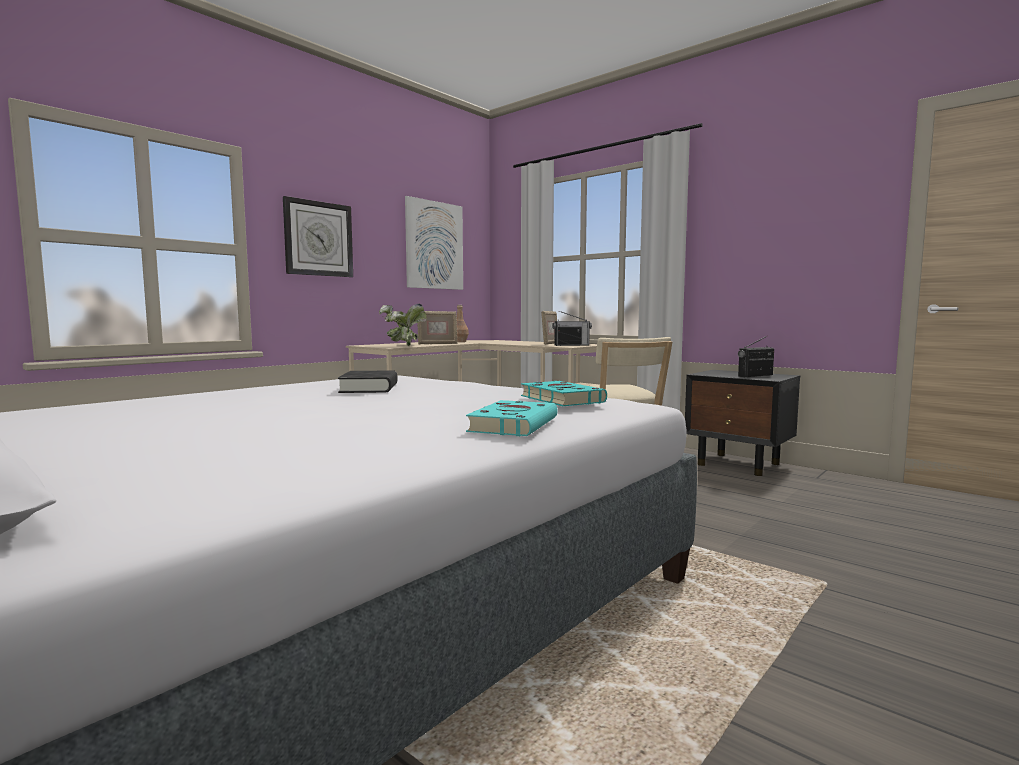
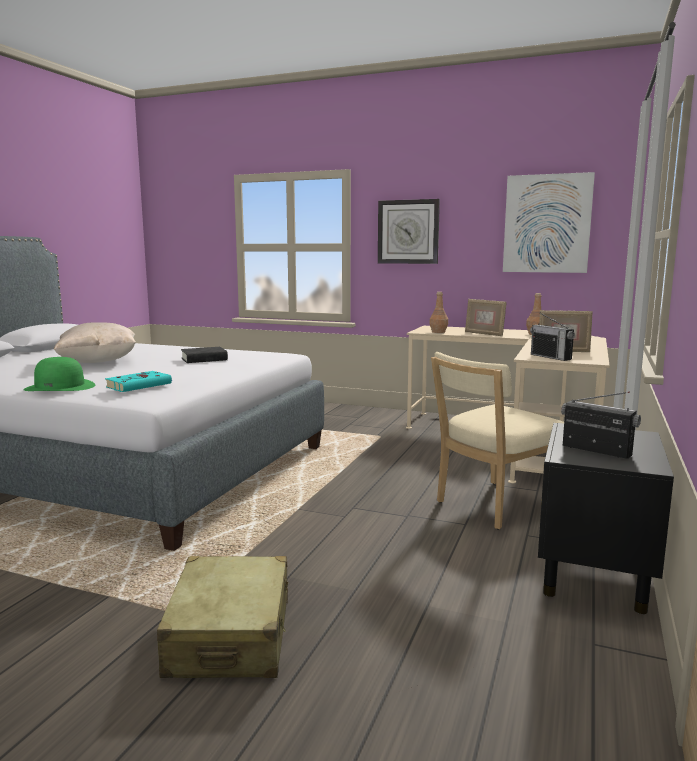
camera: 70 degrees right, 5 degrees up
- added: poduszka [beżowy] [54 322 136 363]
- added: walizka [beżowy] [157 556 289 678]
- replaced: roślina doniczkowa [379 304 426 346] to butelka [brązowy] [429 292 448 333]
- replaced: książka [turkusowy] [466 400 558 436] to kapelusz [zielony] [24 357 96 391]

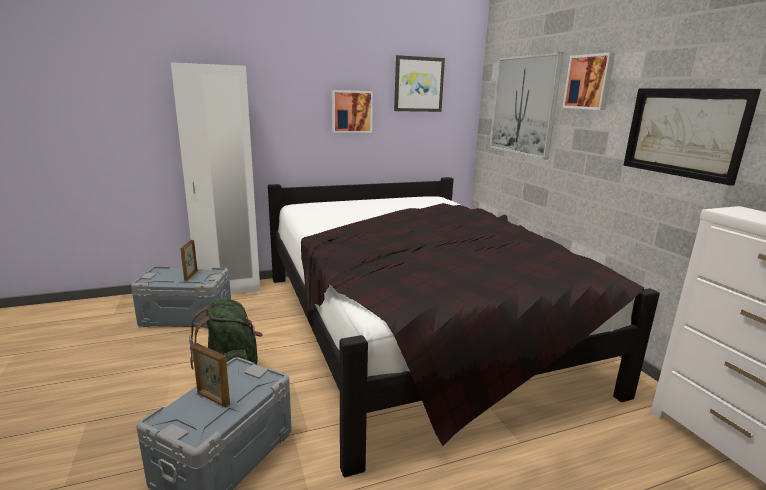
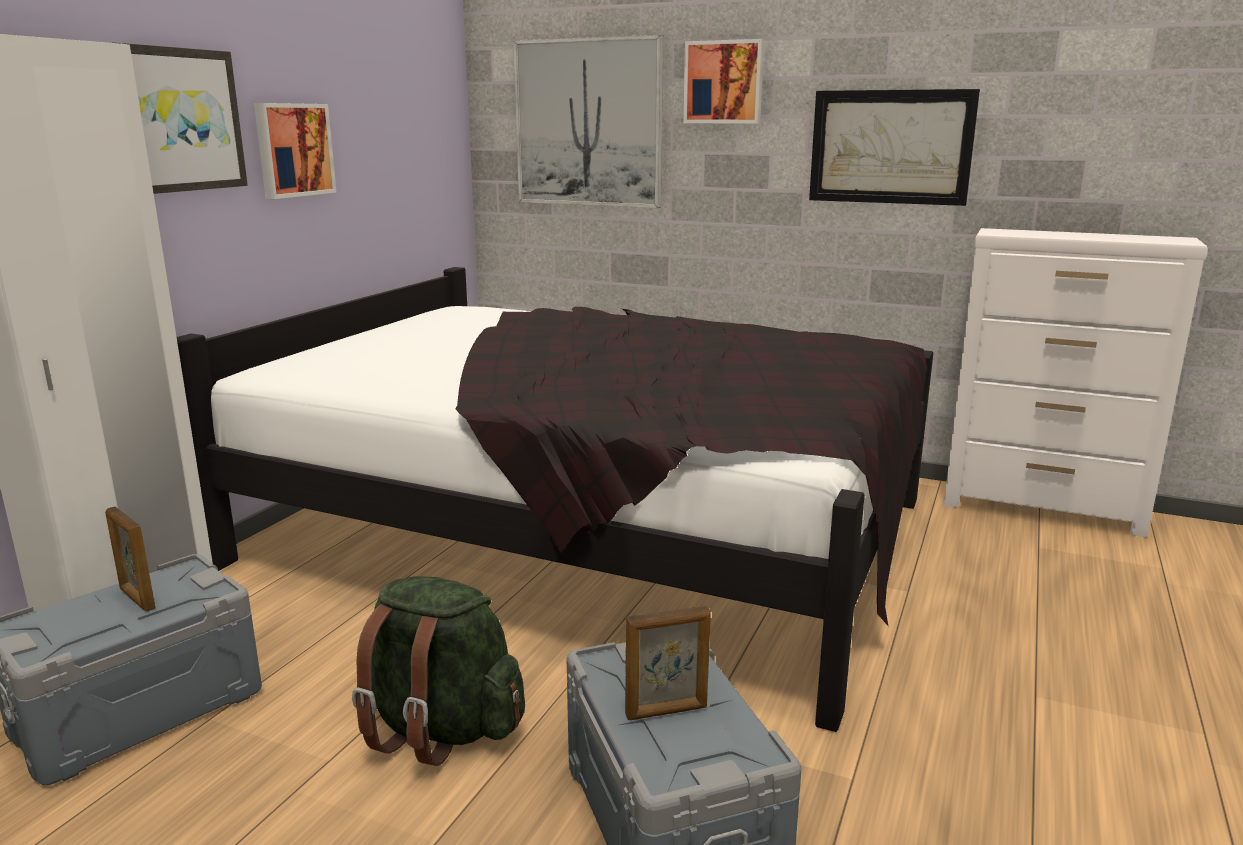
camera: 45 degrees left, 0 degrees up
- moved: obraz [394 55 445 112] to [113 42 248 194]

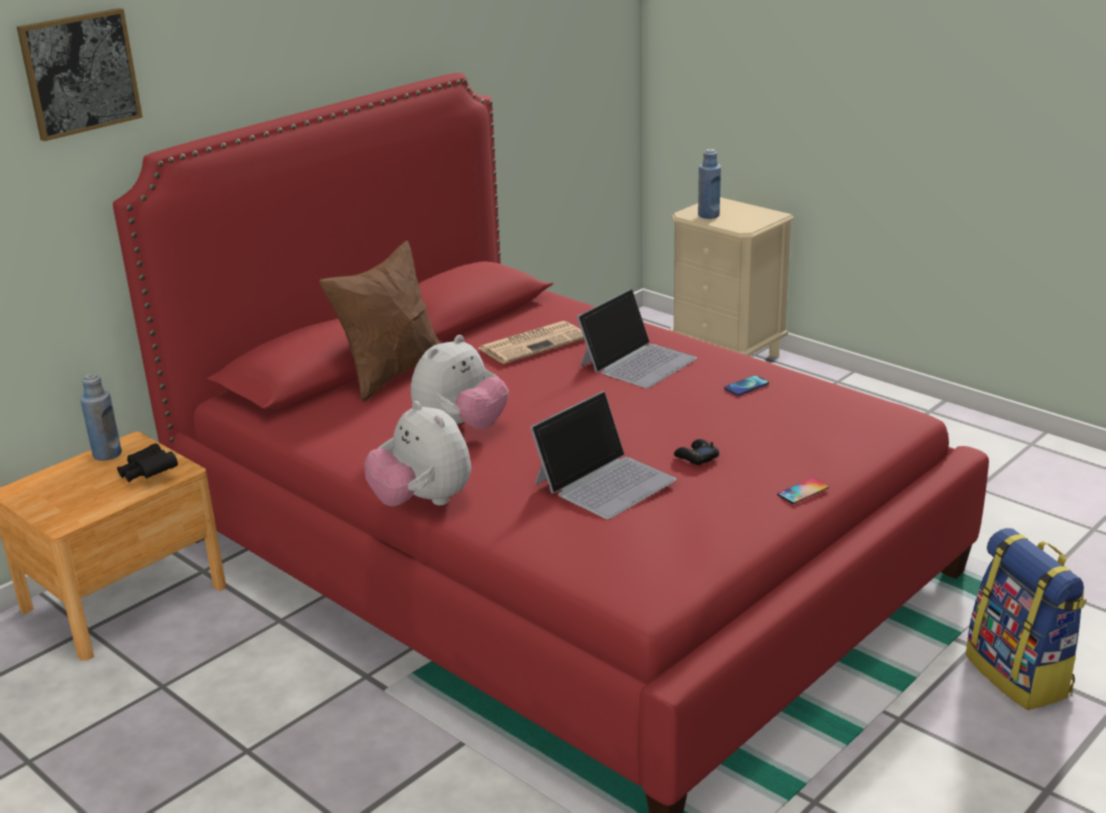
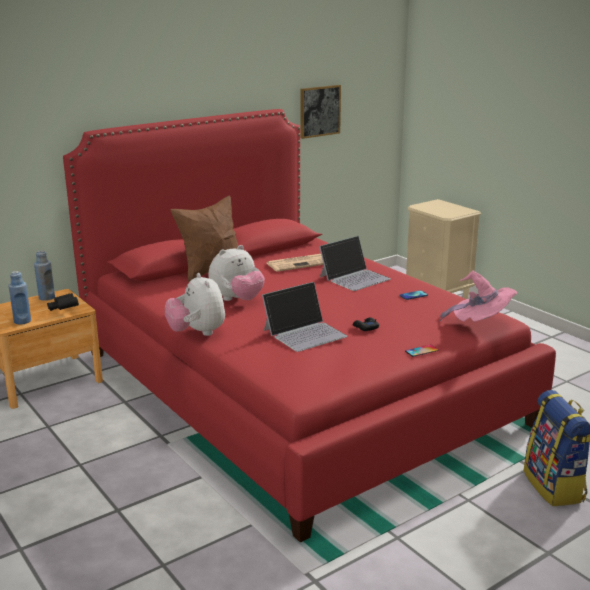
camera: 10 degrees right, 5 degrees down
- added: kapelusz [różowy] [440 270 518 322]
- moved: obraz [17 8 143 141] to [300 85 341 139]
- moved: butelka [niebieski] [698 149 721 219] to [8 271 31 325]

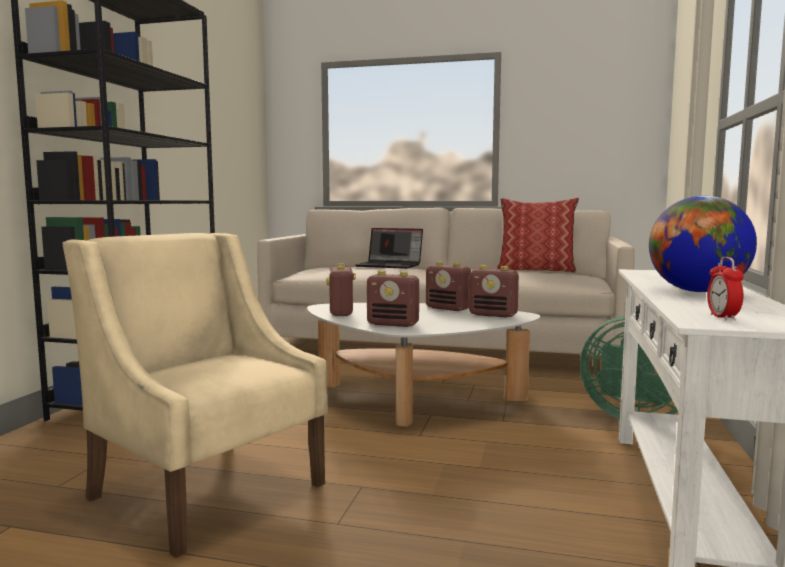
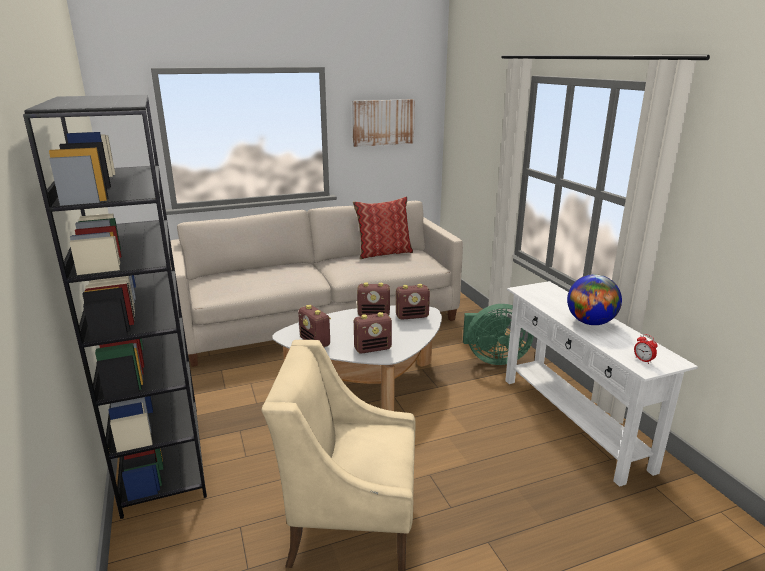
camera: 35 degrees left, 15 degrees up
- removed: laptop [355 228 423 269]
- added: obraz [352 99 415 147]

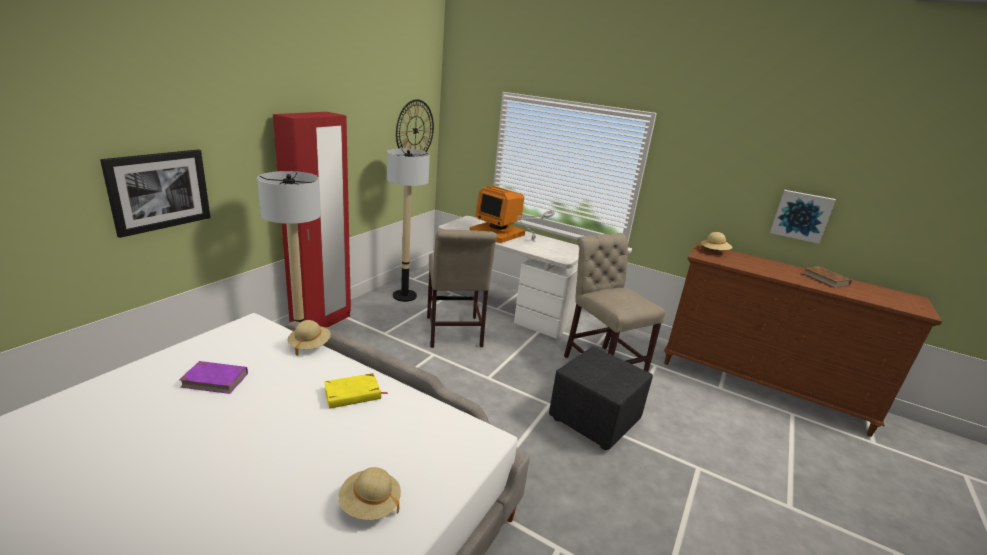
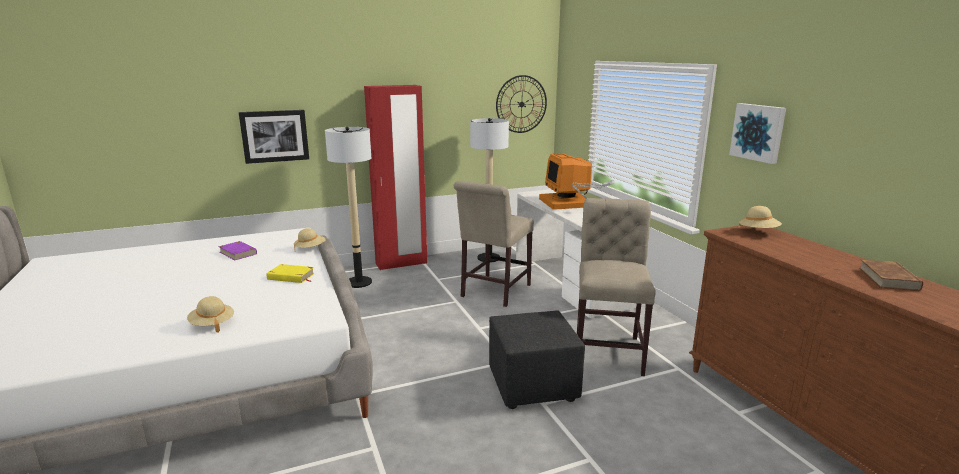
camera: 40 degrees right, 5 degrees down
- moved: obraz [770 190 836 244] to [729 103 786 164]

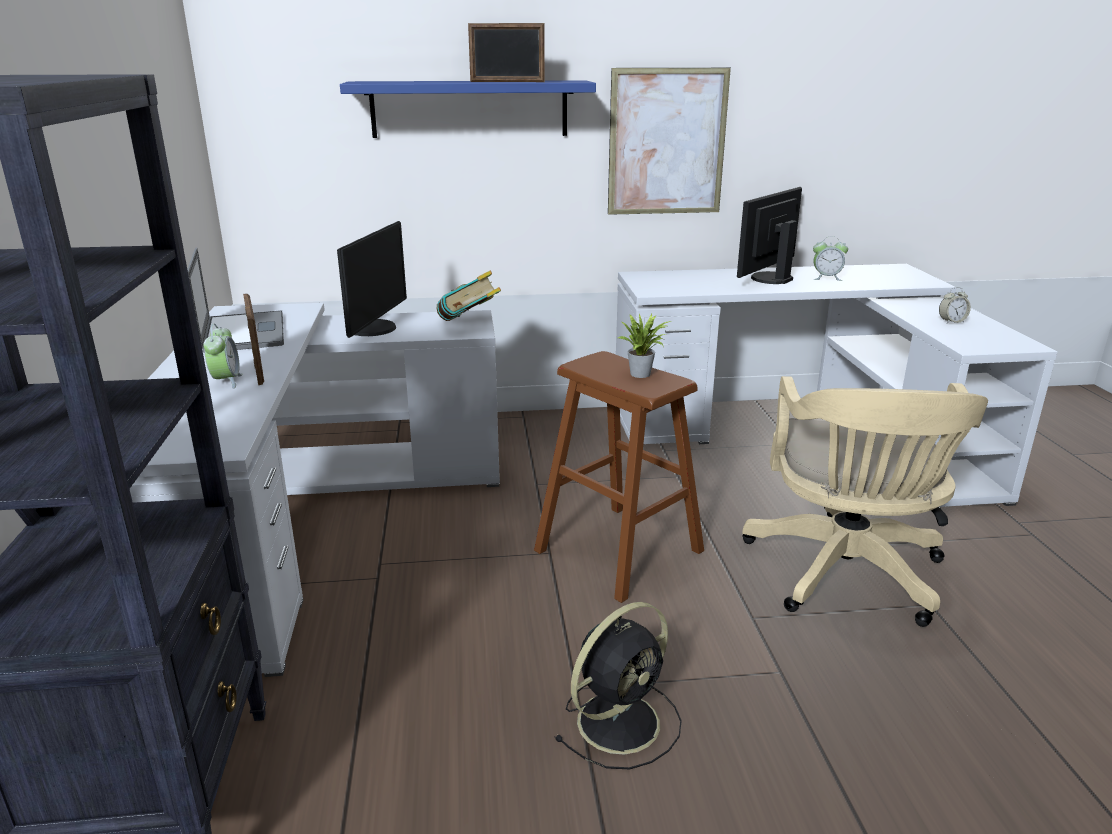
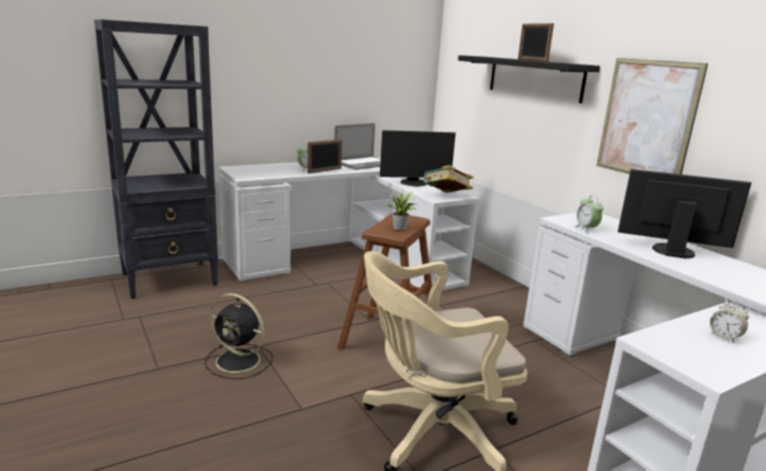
camera: 65 degrees right, 5 degrees down
- moved: budzik [813 236 848 281] to [574 195 604 234]
- recoloured: półka [niebieski] [340 80 596 138] to półka [czarny] [458 55 600 103]

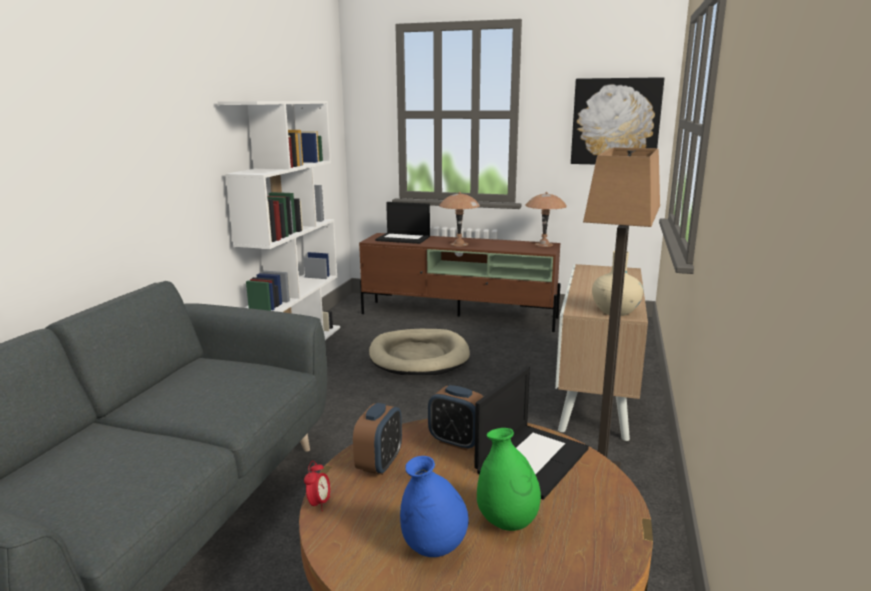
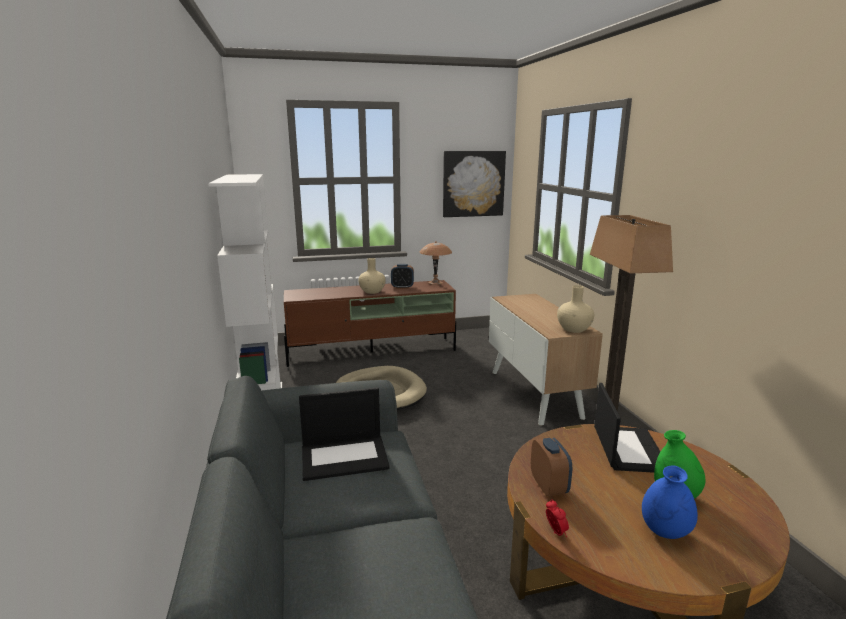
camera: 30 degrees left, 0 degrees up
- moved: laptop [375 202 430 244] to [299 387 390 481]
- moved: budzik [428 385 483 451] to [391 264 414 289]
- replaced: lampa stołowa [brązowy] [439 192 480 247] to wazon [beżowy] [358 258 386 294]

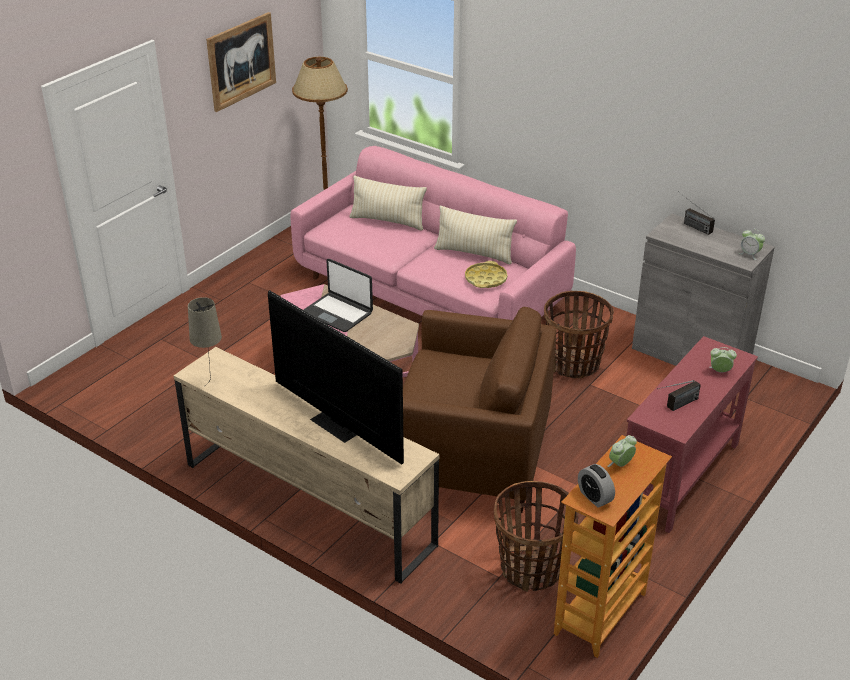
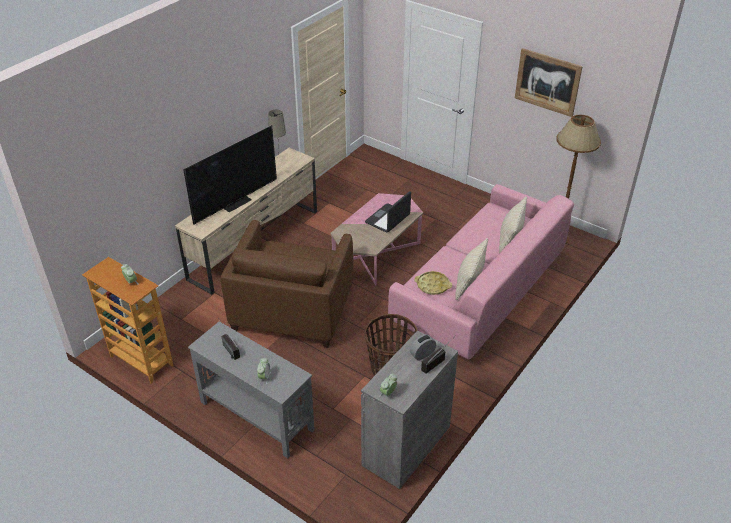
camera: 90 degrees right, 5 degrees up
- removed: koszyk [494 481 578 592]
- moved: budzik [578 464 615 508] to [410 334 436 361]
- recoloured: stolik konsolowy [czerwony] [627 336 758 533] to stolik konsolowy [szary] [188 321 315 458]

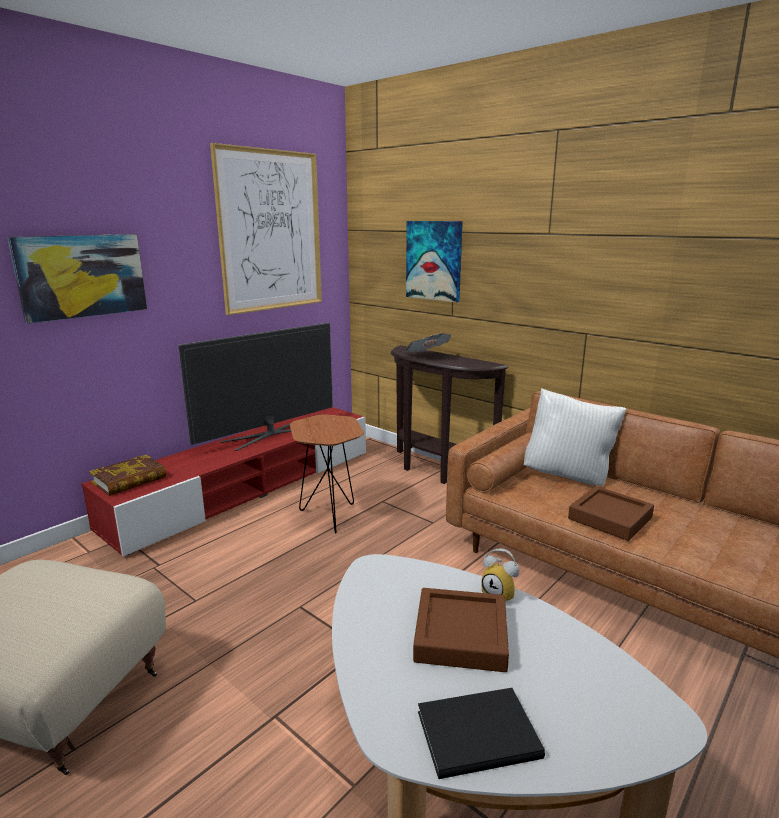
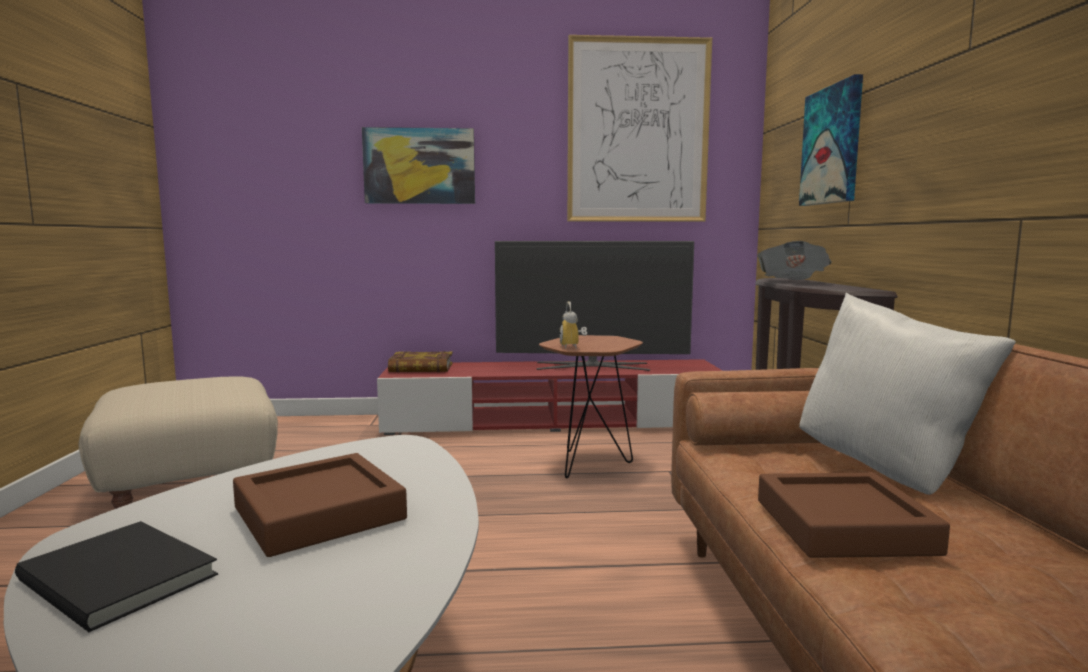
camera: 45 degrees right, 10 degrees down
- moved: budzik [481 548 519 601] to [559 301 587 349]

